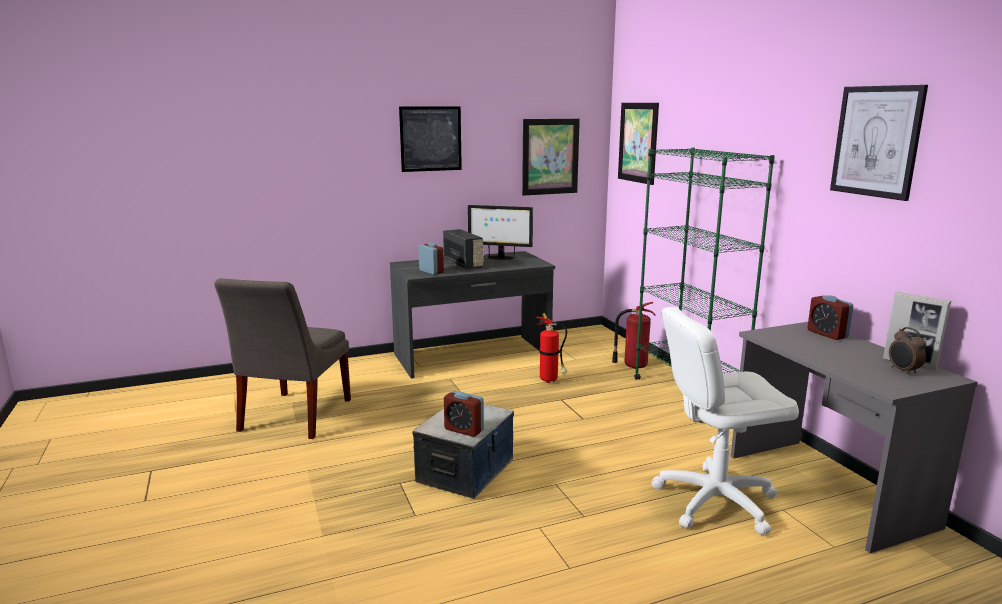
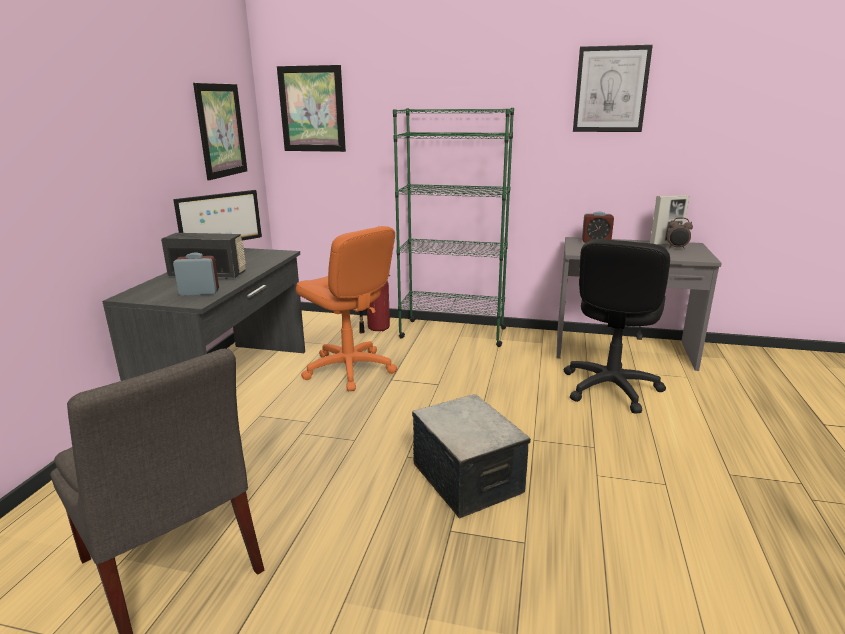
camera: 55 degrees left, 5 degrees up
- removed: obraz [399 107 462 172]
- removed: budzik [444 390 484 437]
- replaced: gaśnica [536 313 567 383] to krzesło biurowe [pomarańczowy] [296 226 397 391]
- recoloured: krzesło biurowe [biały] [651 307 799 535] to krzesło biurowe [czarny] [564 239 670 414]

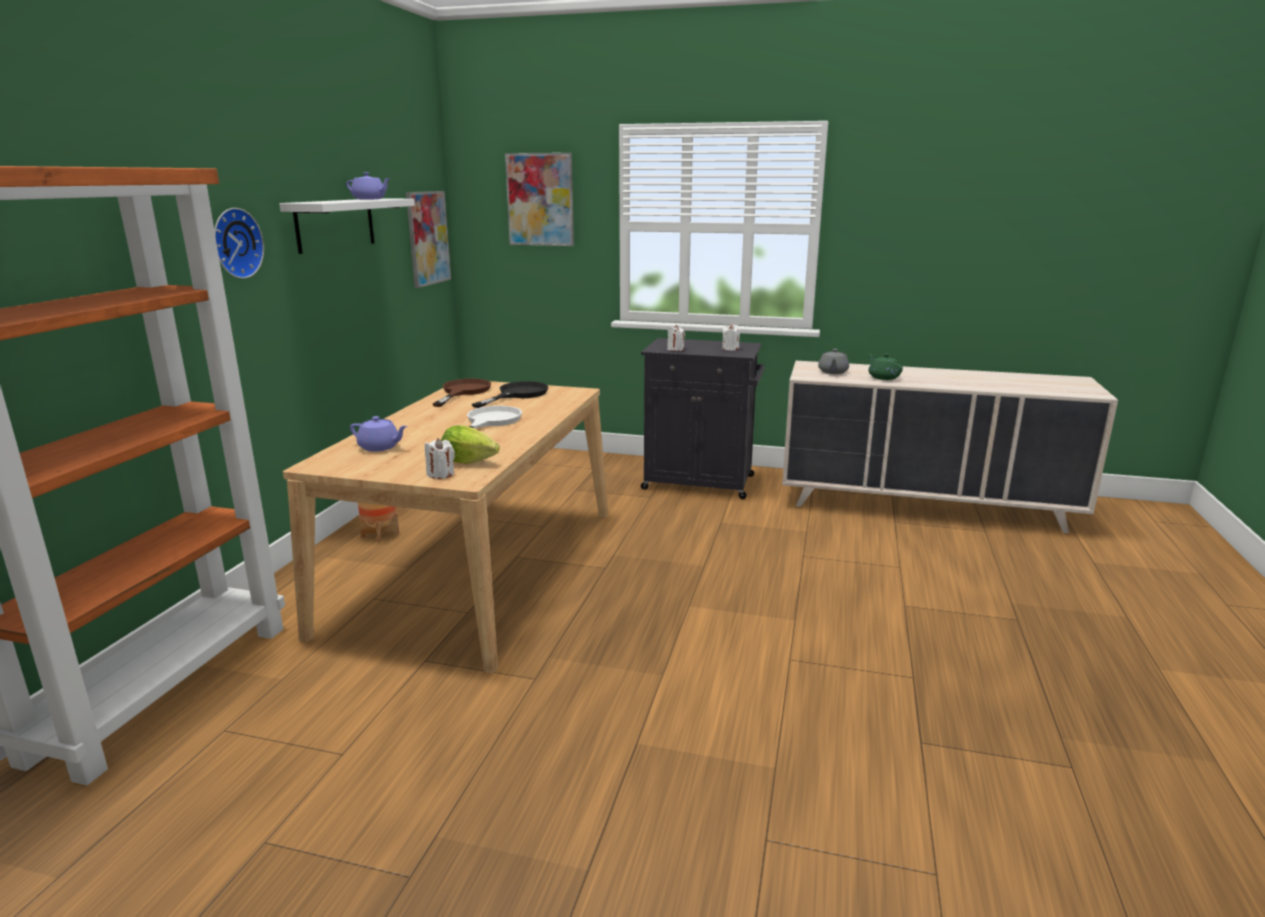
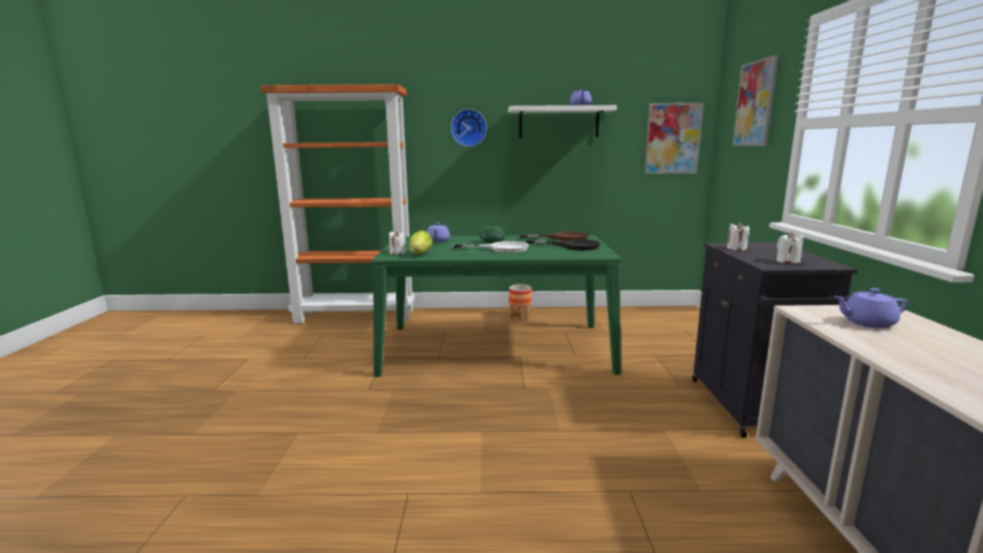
camera: 75 degrees right, 5 degrees down
- moved: imbryk [zielony] [868 354 903 380] to [478 223 508 243]
- recoloured: stół jadalny [beżowy] [283 381 608 673] to stół jadalny [zielony] [371 235 622 377]
- recoloured: imbryk [szary] [818 349 849 374] to imbryk [fioletowy] [834 288 908 328]

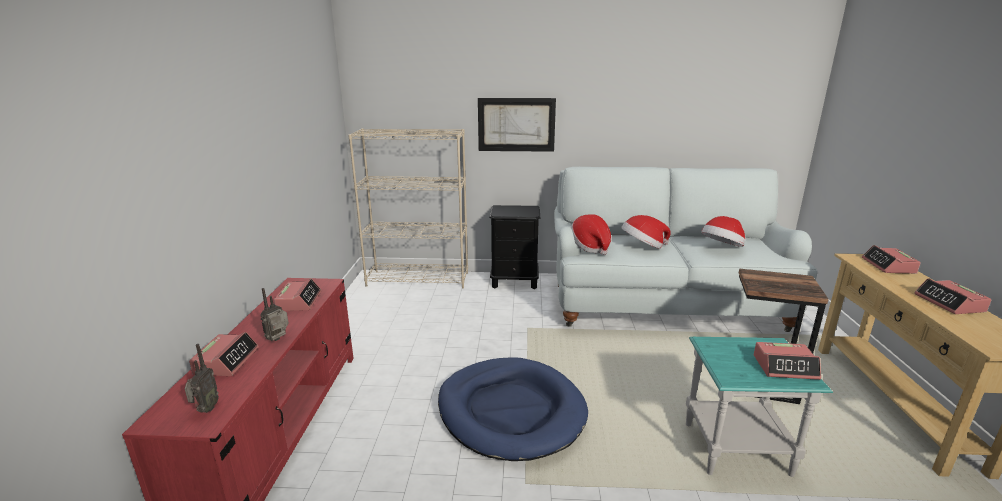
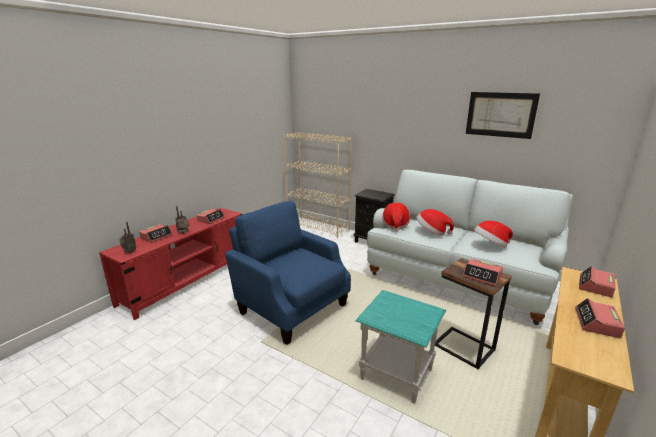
camera: 30 degrees right, 0 degrees up
- moved: obraz [478 98 556 152] to [466 92 540 139]
- moved: budzik [753 342 821 380] to [463 259 503 286]
- replaced: legowisko [niebieski] [438 357 588 461] to fotel [niebieski] [225 201 351 345]

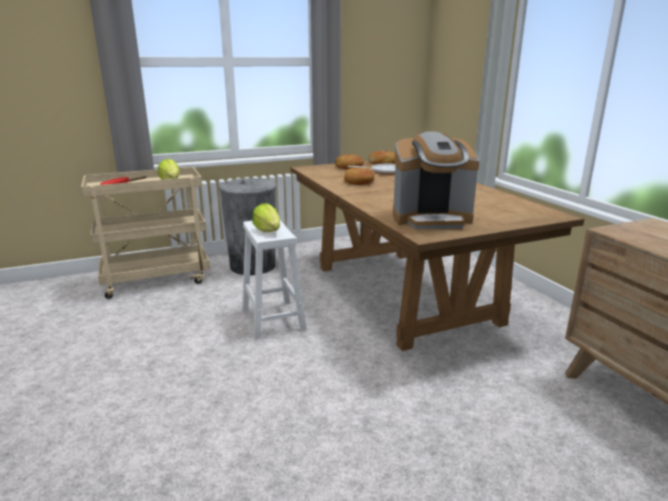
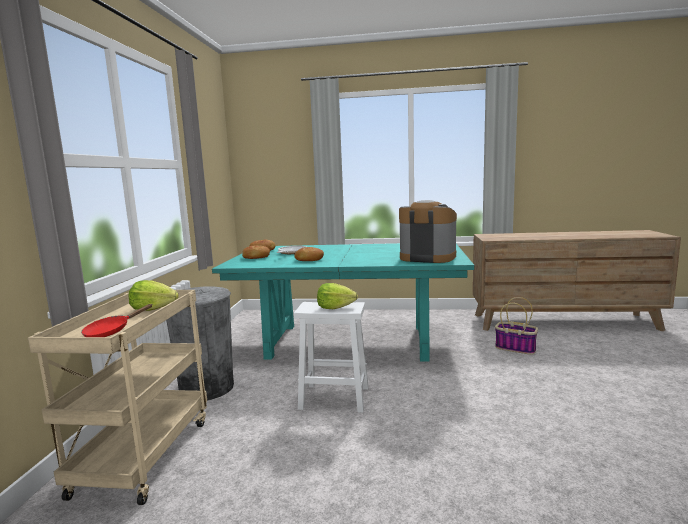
camera: 60 degrees left, 10 degrees down
- added: koszyk [495 297 538 355]
- recoloured: stół jadalny [brązowy] [291 161 584 351] to stół jadalny [turkusowy] [212 243 475 362]
- turned: ekspres do kawy [393 132 479 229] = [399 200 457 263] 90 degrees counterclockwise

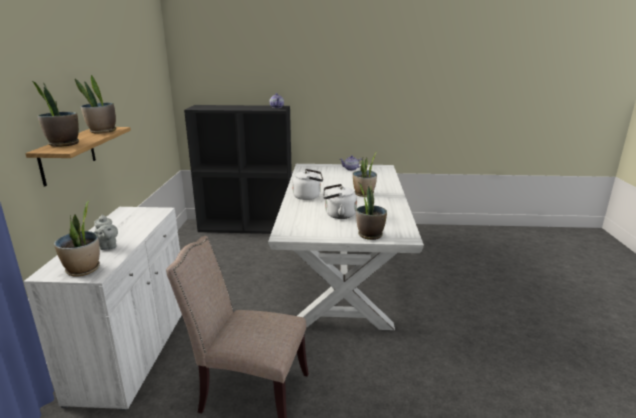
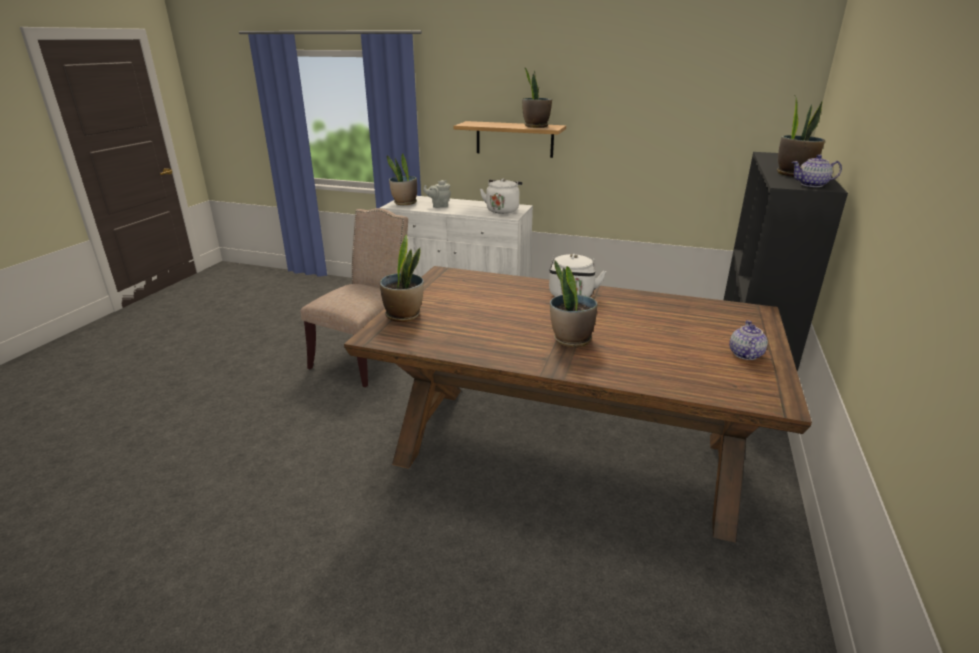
camera: 105 degrees right, 5 degrees up
- moved: roślina doniczkowa [32 81 79 147] to [777 95 825 177]
- moved: czajnik [biały] [323 184 357 219] to [480 178 522 214]
- recoloured: stół jadalny [biały] [268 164 424 330] to stół jadalny [brązowy] [344 266 812 543]

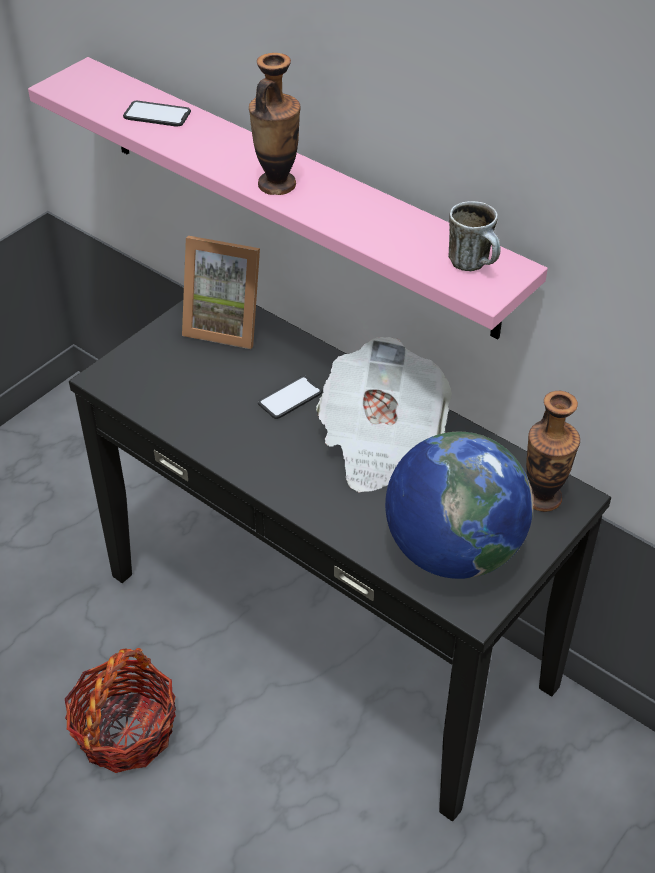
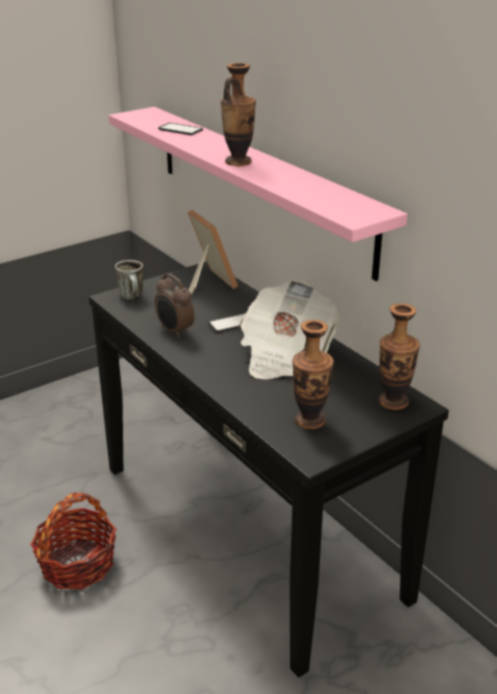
camera: 15 degrees right, 15 degrees down
- added: budzik [154 274 195 338]
- moved: kubek [448 201 501 271] to [115 260 143 300]
- replaced: globus [385 432 533 579] to wazon [292 320 334 429]
- turned: ramka na zdjęcie [182 236 260 349] = [188 210 238 295] 150 degrees counterclockwise

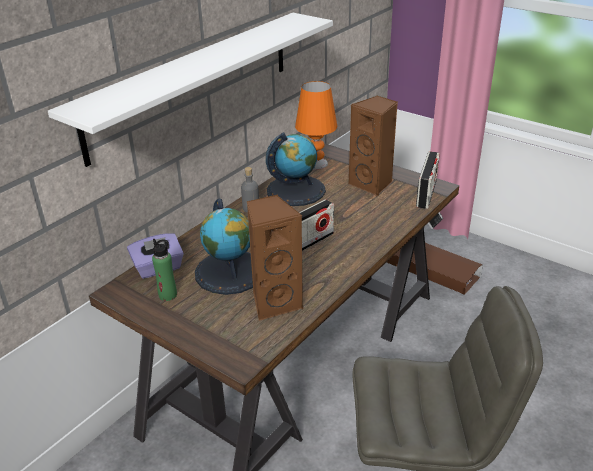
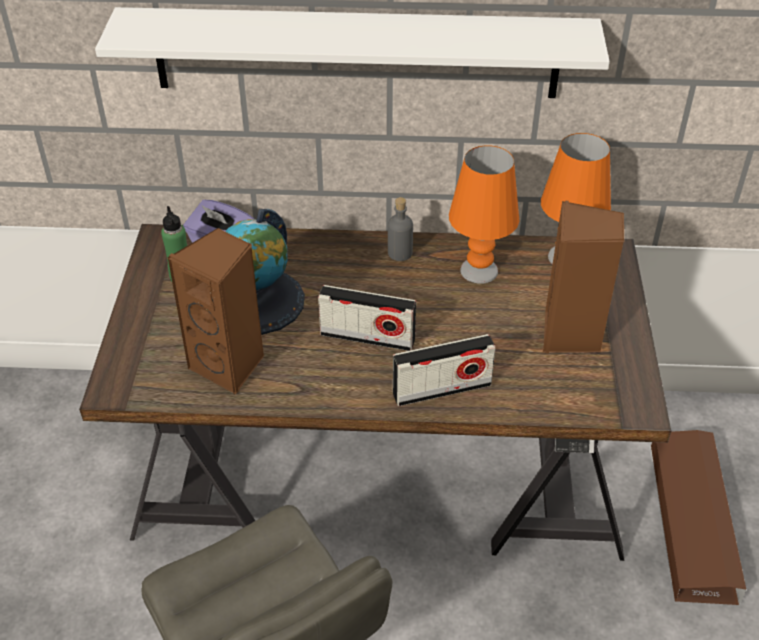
camera: 55 degrees right, 10 degrees up
- moved: radio [416 151 440 209] to [393 334 496 406]
- replaced: globus [266 132 326 206] to lampa stołowa [pomarańczowy] [449 145 519 284]

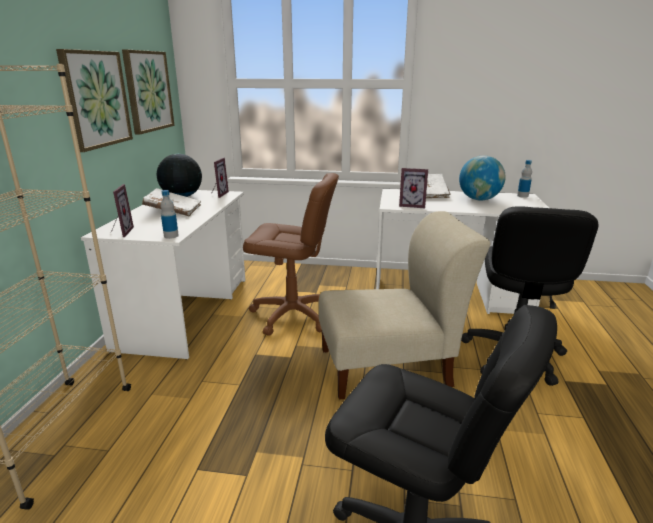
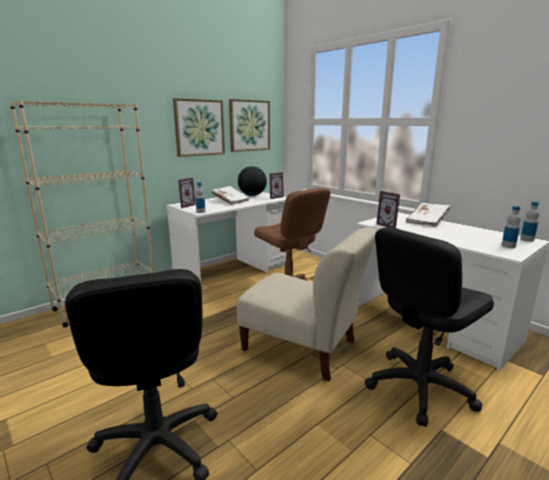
camera: 40 degrees right, 5 degrees down
- removed: globus [459 156 506 200]
- added: butelka [501 206 521 248]

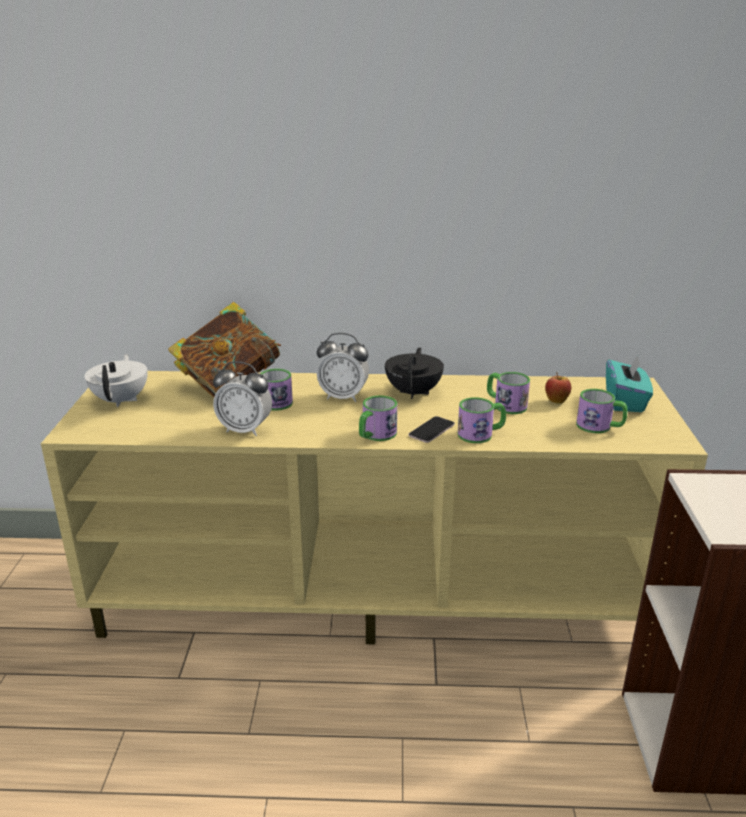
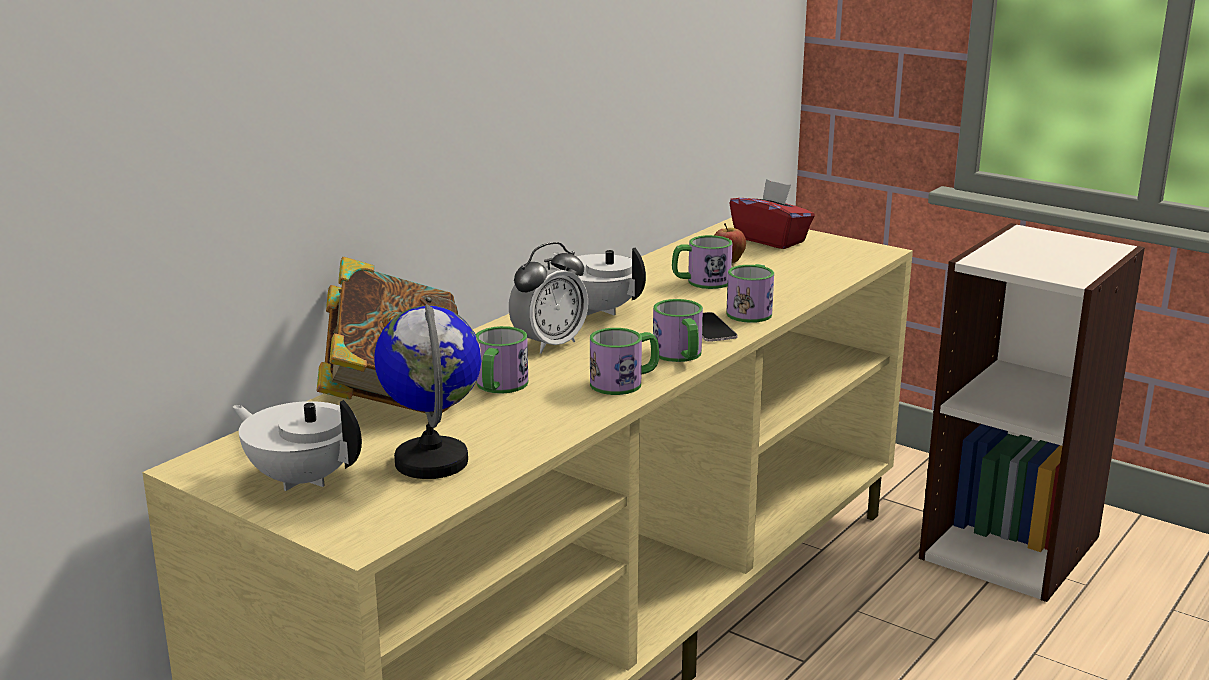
camera: 55 degrees left, 5 degrees down
- removed: budzik [213 361 272 436]
- added: globus [374 304 482 479]
- moved: kubek [576 389 628 433] to [590 328 659 395]
- recoloured: imbryk [czarny] [385 348 444 399] to imbryk [biały] [553 248 646 315]
- recoloured: pudełko chusteczek [turkusowy] [606 355 653 412] to pudełko chusteczek [czerwony] [729 179 815 249]

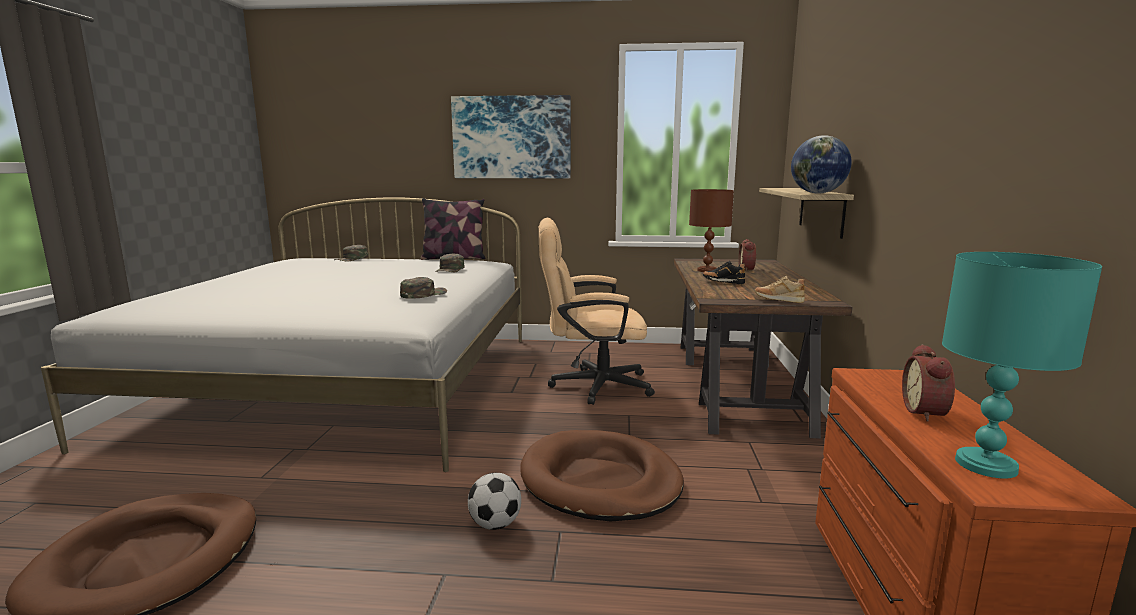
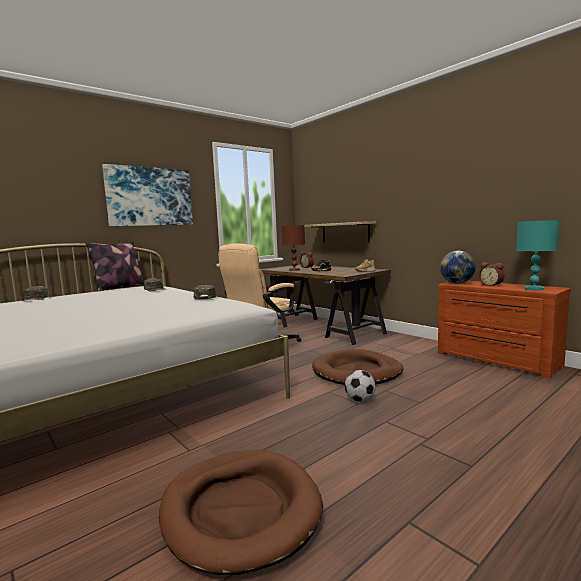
camera: 45 degrees left, 5 degrees down
- moved: globus [791 135 852 193] to [440 251 476 284]

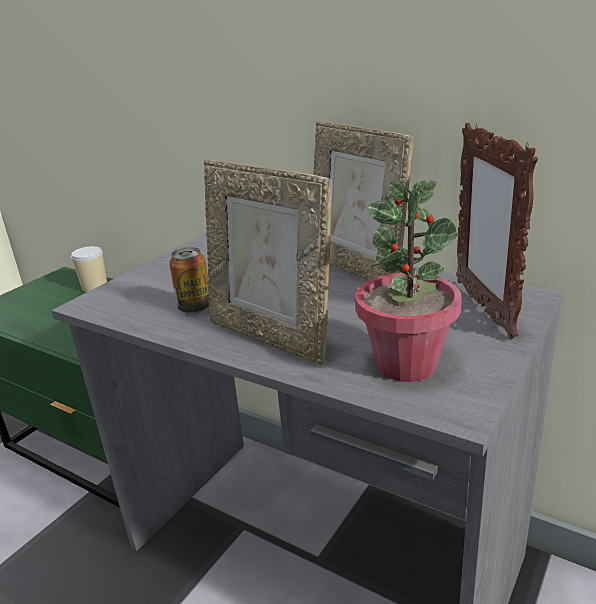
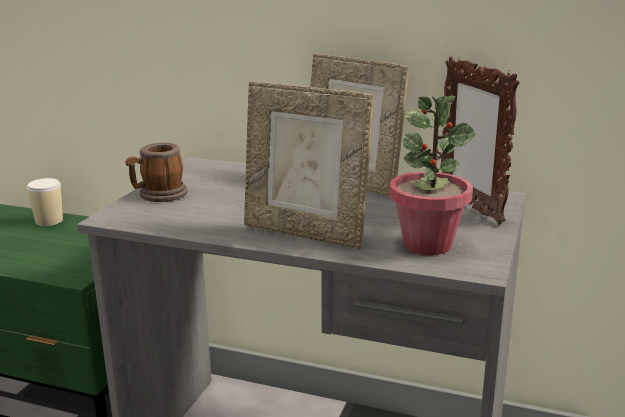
camera: 15 degrees left, 5 degrees down
- removed: puszka [169 247 210 314]
- added: kubek [126 143 188 202]

